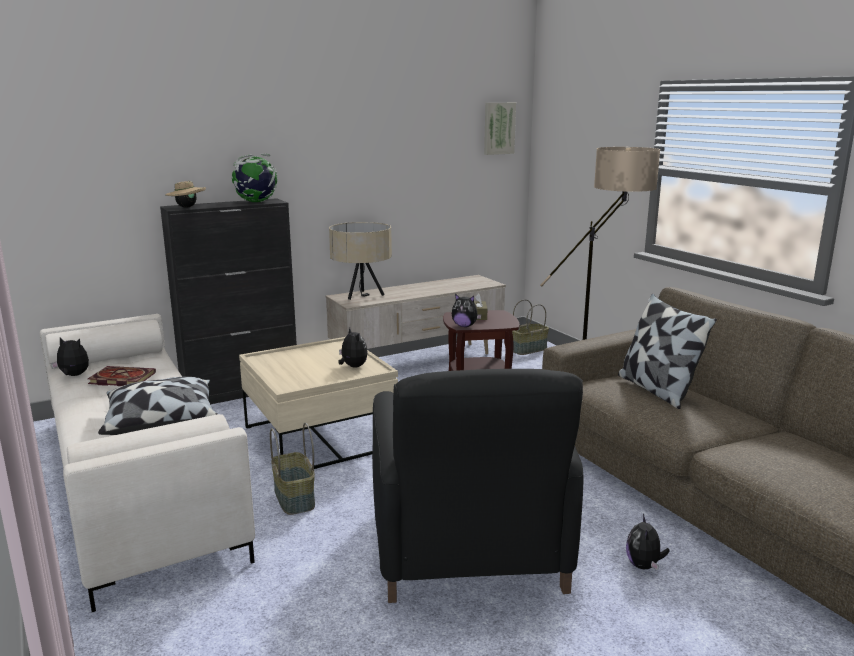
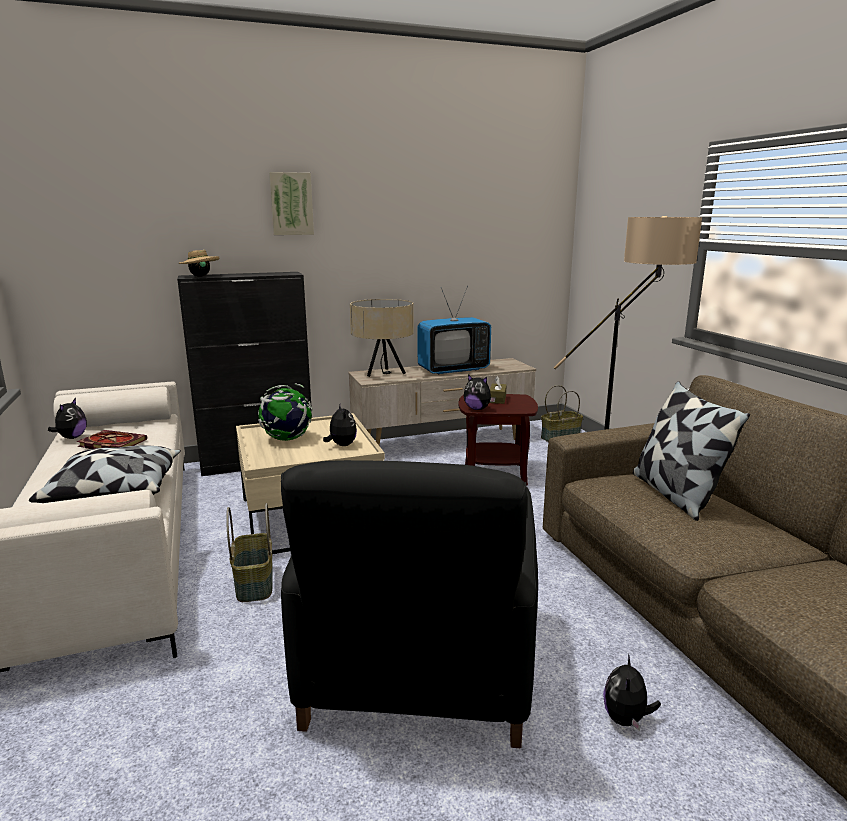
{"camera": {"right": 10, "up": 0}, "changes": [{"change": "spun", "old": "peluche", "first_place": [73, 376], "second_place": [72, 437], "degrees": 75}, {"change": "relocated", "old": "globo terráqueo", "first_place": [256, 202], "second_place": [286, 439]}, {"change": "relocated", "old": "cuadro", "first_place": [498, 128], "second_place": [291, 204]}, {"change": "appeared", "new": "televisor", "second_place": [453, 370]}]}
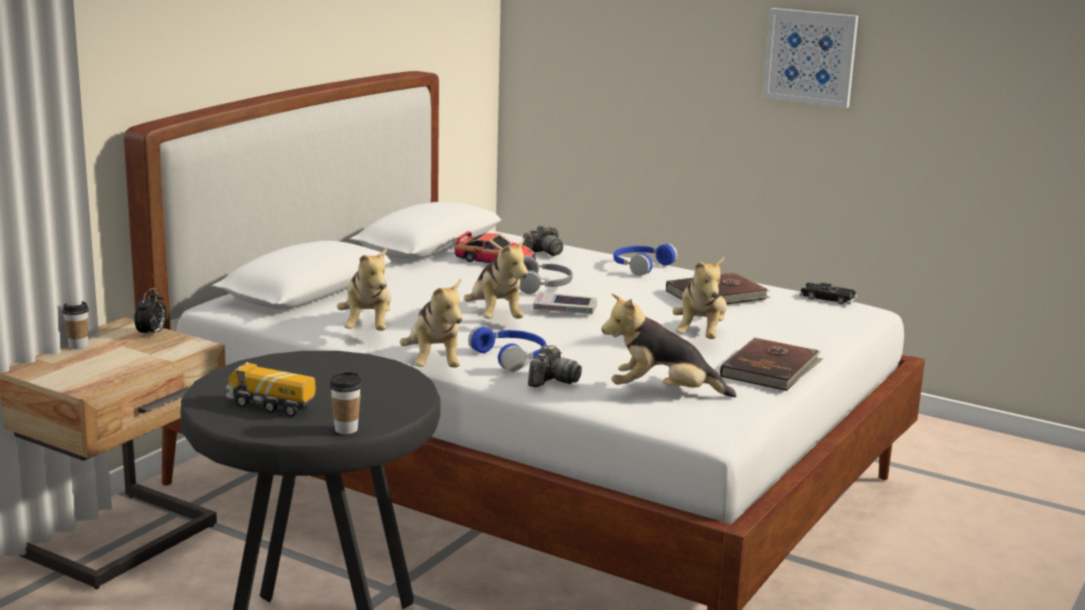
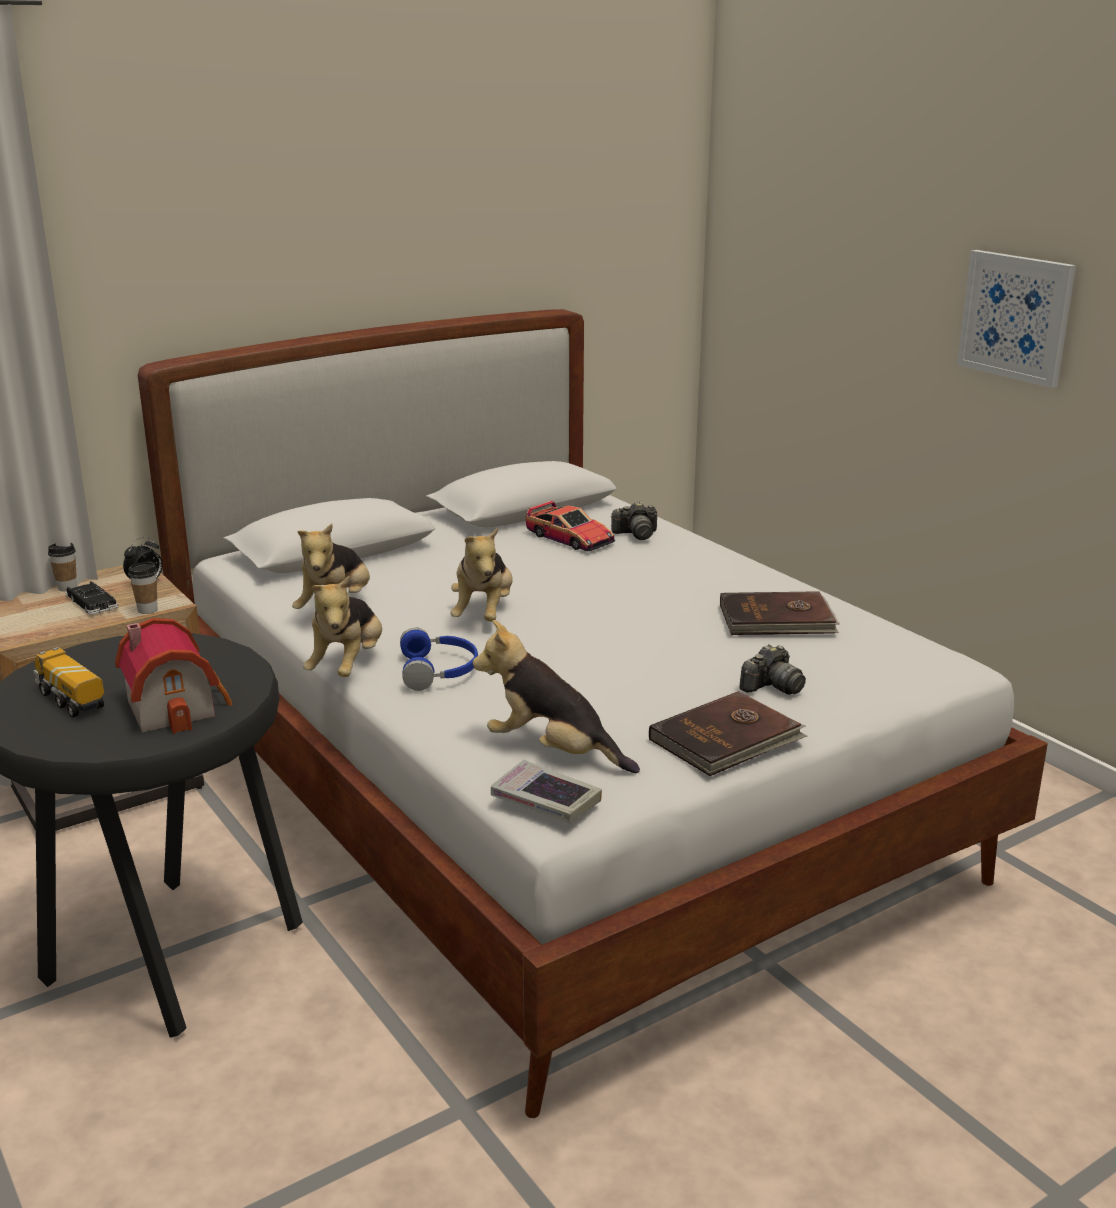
{"camera": {"right": 25, "up": 5}, "changes": [{"change": "relocated", "old": "coche de juguete (negro)", "first_place": [827, 298], "second_place": [92, 604]}, {"change": "appeared", "new": "casita", "second_place": [177, 706]}, {"change": "relocated", "old": "taza", "first_place": [346, 429], "second_place": [147, 610]}, {"change": "relocated", "old": "libro", "first_place": [564, 309], "second_place": [545, 800]}, {"change": "relocated", "old": "cámara", "first_place": [552, 381], "second_place": [772, 687]}, {"change": "missing", "old": "auriculares (gris)", "first_place": [544, 285]}, {"change": "missing", "old": "auriculares (azul)", "first_place": [640, 266]}, {"change": "missing", "old": "peluche", "first_place": [700, 335]}]}
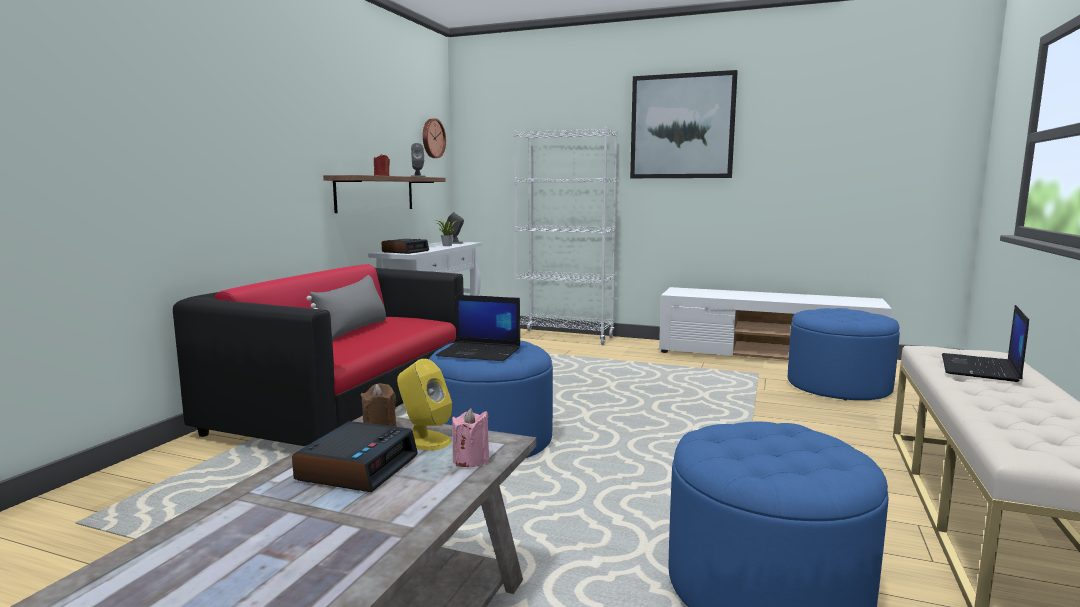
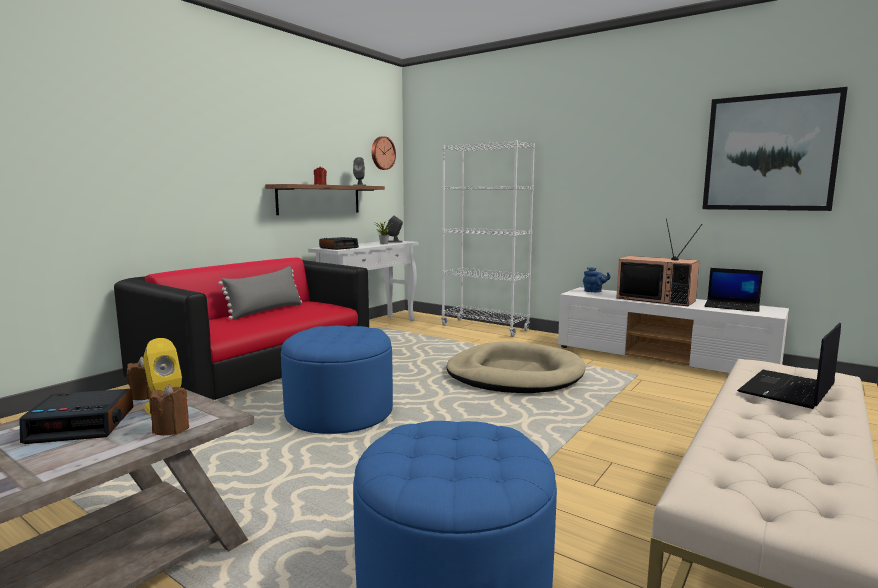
{"camera": {"right": 15, "up": 0}, "changes": [{"change": "spun", "old": "despertador", "first_place": [357, 467], "second_place": [83, 425], "degrees": 45}, {"change": "colour", "old": "vela (rosa)", "new": "vela (marrón)", "first_place": [471, 460], "second_place": [171, 429]}, {"change": "appeared", "new": "cama para perro (beis)", "second_place": [514, 374]}, {"change": "appeared", "new": "tetera (azul)", "second_place": [594, 292]}, {"change": "appeared", "new": "televisor", "second_place": [657, 299]}, {"change": "relocated", "old": "cuadro", "first_place": [682, 126], "second_place": [769, 153]}, {"change": "relocated", "old": "portátil", "first_place": [480, 352], "second_place": [732, 306]}, {"change": "missing", "old": "puf (azul)", "first_place": [838, 386]}]}
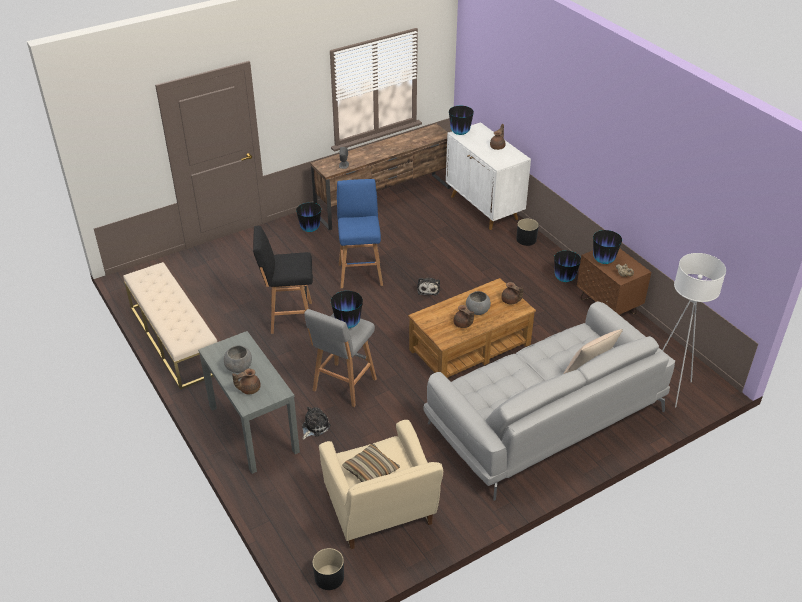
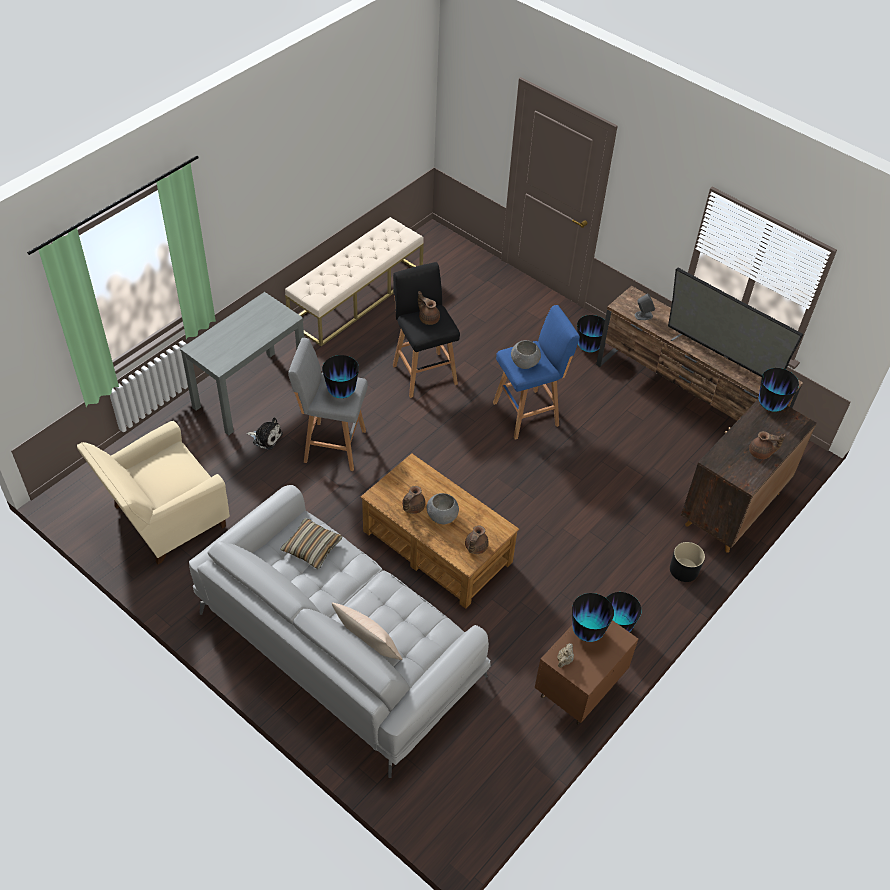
{"camera": {"right": 70, "up": 10}, "changes": [{"change": "relocated", "old": "cojín", "first_place": [370, 470], "second_place": [312, 547]}, {"change": "relocated", "old": "tetera (marrón)", "first_place": [249, 389], "second_place": [428, 318]}, {"change": "relocated", "old": "cuenco (gris)", "first_place": [239, 368], "second_place": [524, 363]}, {"change": "appeared", "new": "televisor", "second_place": [721, 357]}, {"change": "colour", "old": "armario (blanco)", "new": "armario (marrón)", "first_place": [484, 208], "second_place": [732, 509]}, {"change": "missing", "old": "maceta (negro)", "first_place": [329, 577]}, {"change": "missing", "old": "peluche", "first_place": [428, 289]}, {"change": "missing", "old": "lámpara de pie (blanco)", "first_place": [670, 388]}]}
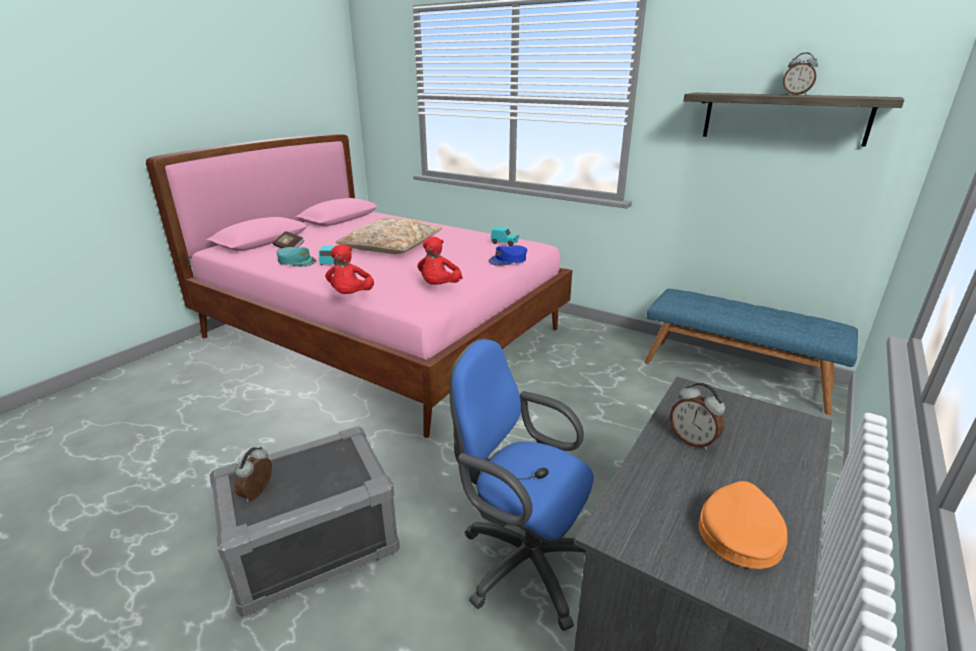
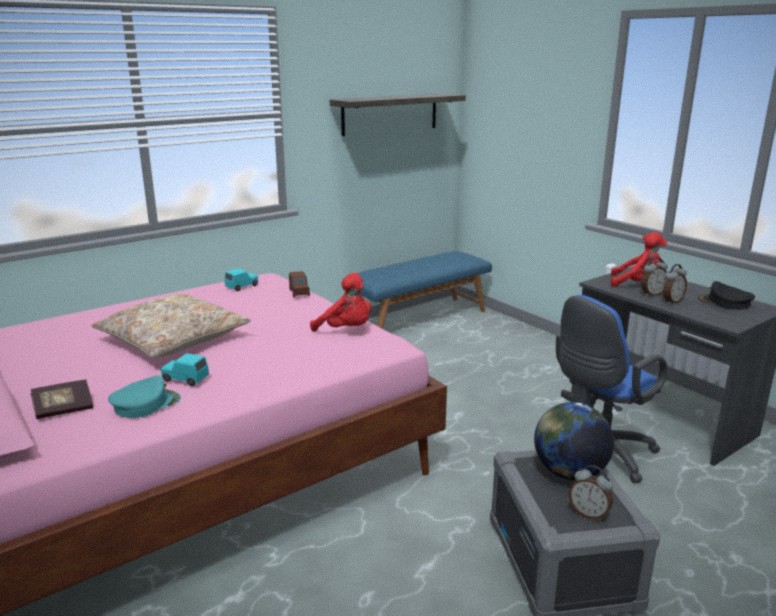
{"camera": {"right": -70, "up": -5}, "changes": [{"change": "exchanged", "old": "gorra (azul)", "new": "coche de juguete (marrón)", "first_place": [508, 260], "second_place": [299, 293]}, {"change": "appeared", "new": "globo terráqueo", "second_place": [569, 472]}, {"change": "relocated", "old": "peluche (rojo)", "first_place": [351, 296], "second_place": [637, 284]}, {"change": "relocated", "old": "despertador", "first_place": [795, 94], "second_place": [671, 301]}, {"change": "colour", "old": "gorra (naranja)", "new": "gorra (negro)", "first_place": [738, 530], "second_place": [724, 302]}]}
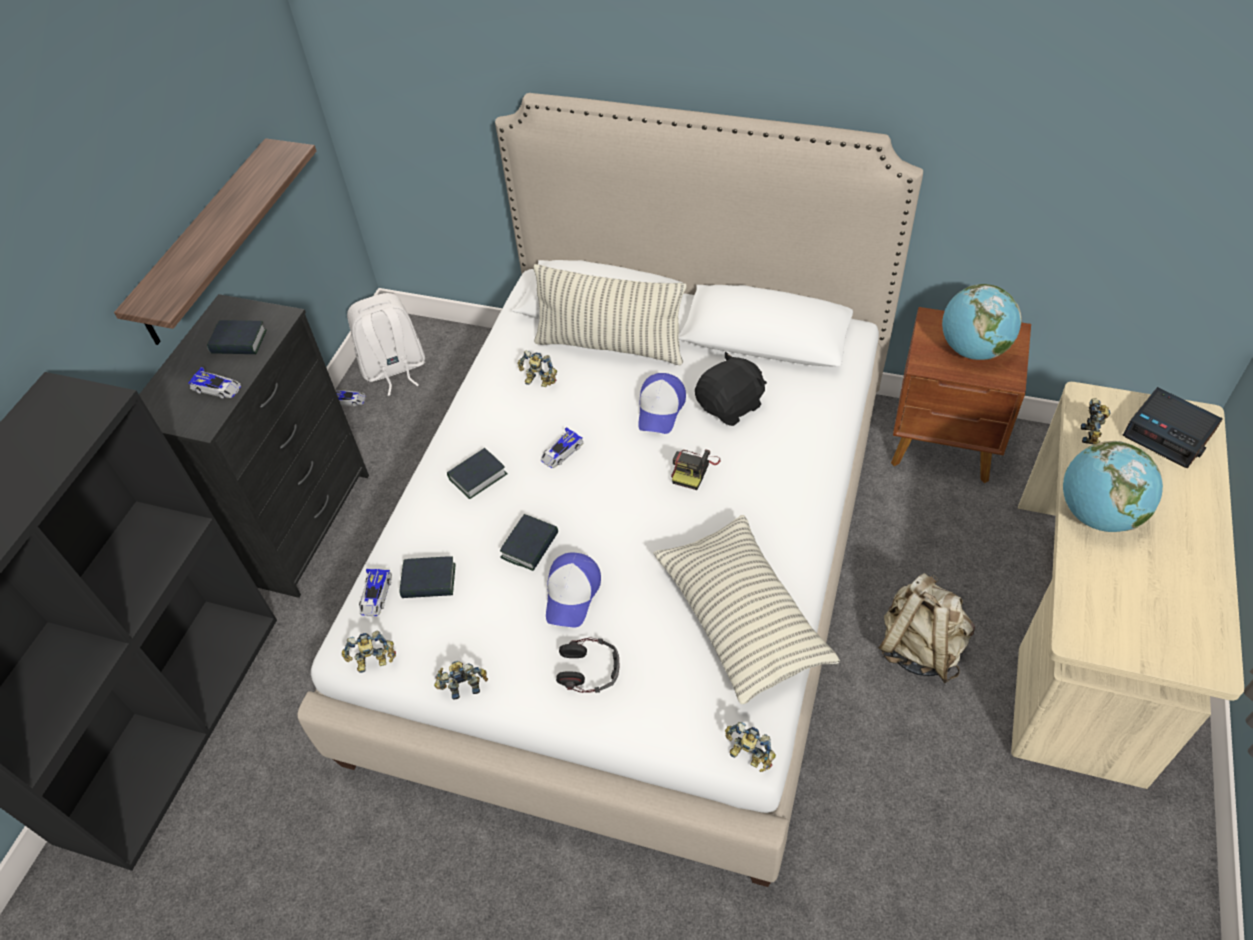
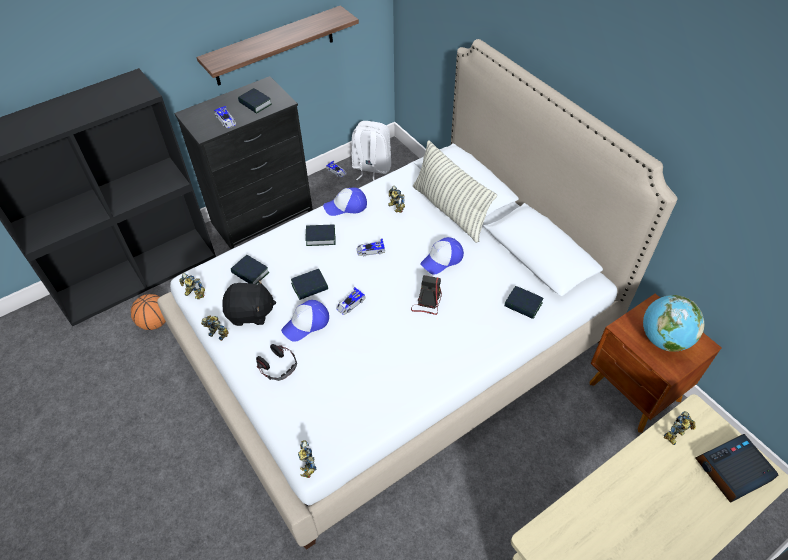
{"camera": {"right": 35, "up": 0}, "changes": [{"change": "appeared", "new": "balón de baloncesto", "second_place": [155, 322]}, {"change": "relocated", "old": "peluche (negro)", "first_place": [730, 406], "second_place": [250, 313]}, {"change": "appeared", "new": "gorra", "second_place": [346, 206]}, {"change": "relocated", "old": "coche de juguete", "first_place": [375, 595], "second_place": [350, 303]}, {"change": "spun", "old": "cámara", "first_place": [694, 469], "second_place": [427, 302], "degrees": 135}, {"change": "appeared", "new": "libro", "second_place": [523, 305]}, {"change": "spun", "old": "despertador", "first_place": [1169, 434], "second_place": [732, 471], "degrees": 75}, {"change": "missing", "old": "cojín", "first_place": [741, 619]}, {"change": "missing", "old": "mochila (beis)", "first_place": [919, 647]}, {"change": "missing", "old": "globo terráqueo", "first_place": [1097, 514]}]}
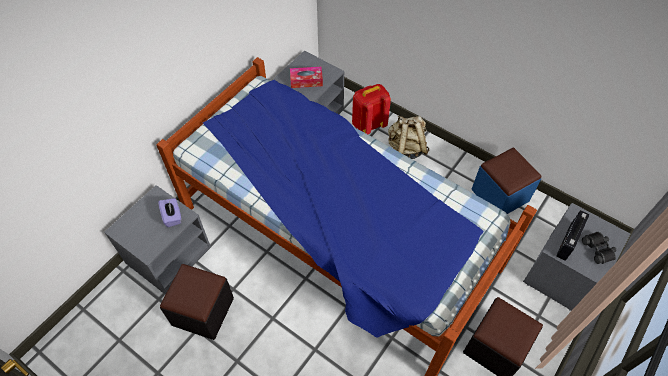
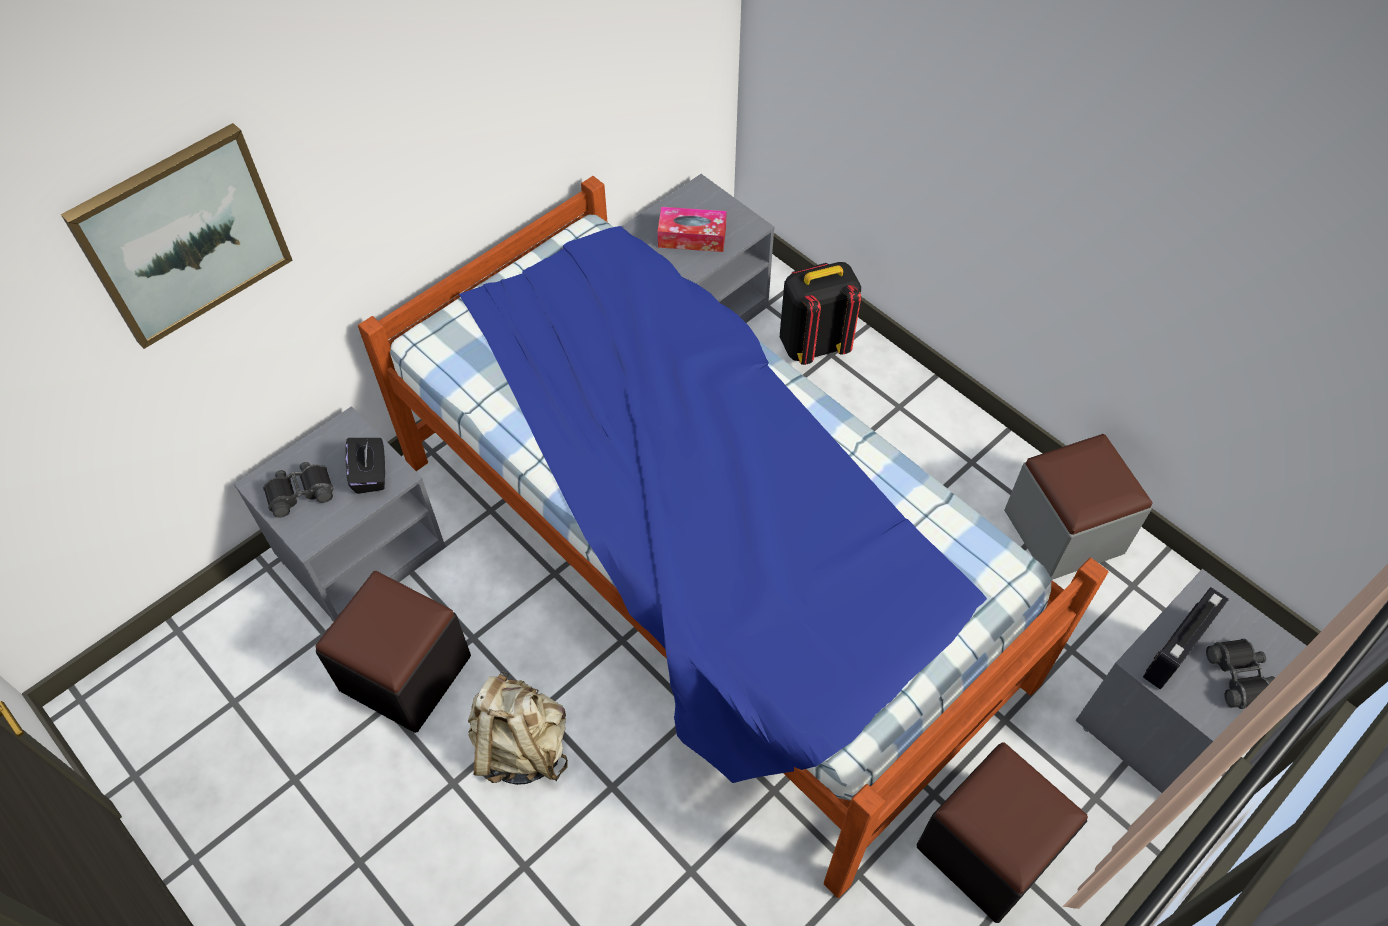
{"camera": {"right": 10, "up": 0}, "changes": [{"change": "appeared", "new": "cuadro", "second_place": [183, 235]}, {"change": "appeared", "new": "prismáticos (negro)", "second_place": [300, 492]}, {"change": "colour", "old": "caja de pañuelos (morado)", "new": "caja de pañuelos (negro)", "first_place": [172, 217], "second_place": [371, 474]}, {"change": "relocated", "old": "mochila (beis)", "first_place": [406, 149], "second_place": [521, 747]}, {"change": "colour", "old": "mochila (rojo)", "new": "mochila (negro)", "first_place": [368, 124], "second_place": [813, 344]}, {"change": "colour", "old": "puf (azul)", "new": "puf (gris)", "first_place": [500, 195], "second_place": [1063, 531]}]}
